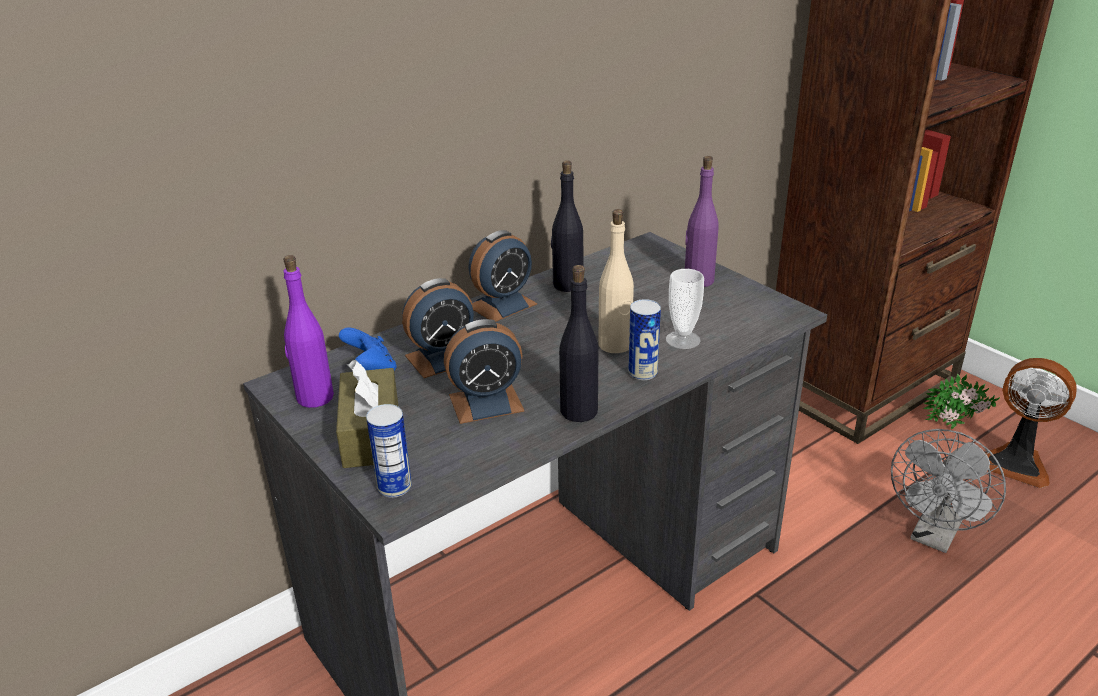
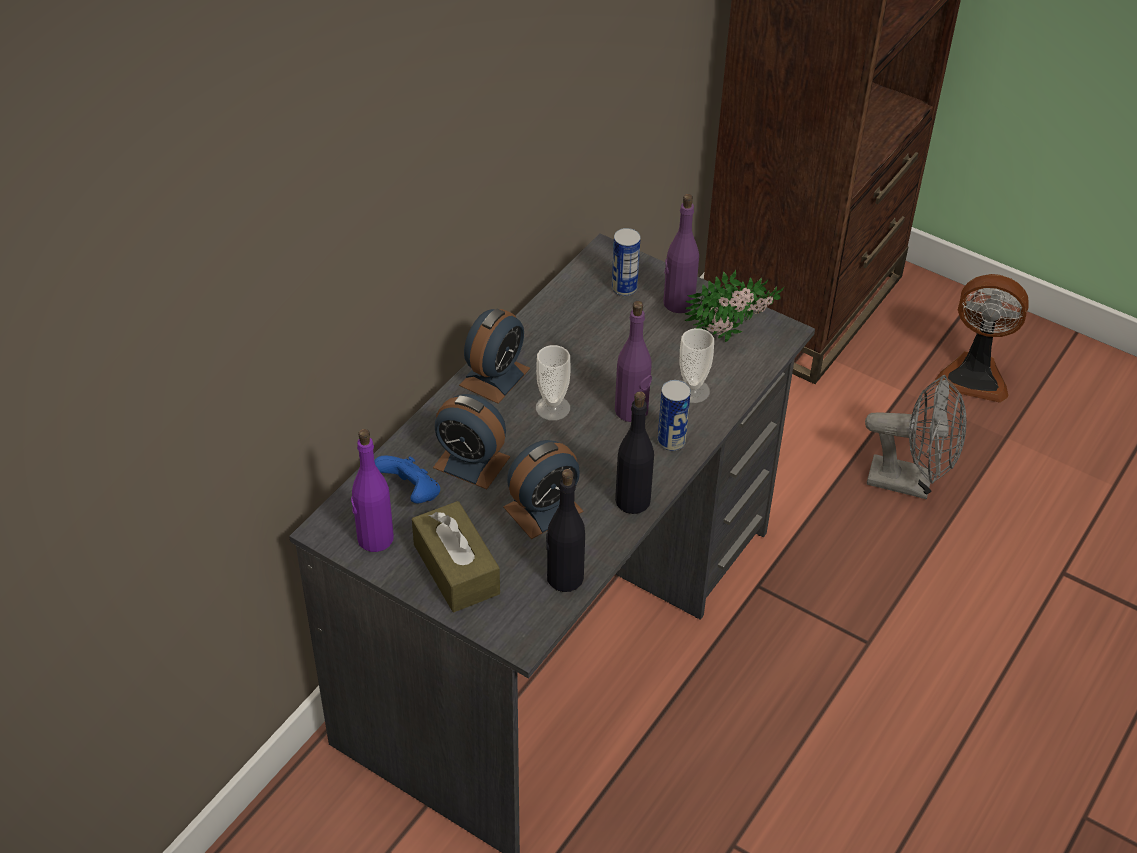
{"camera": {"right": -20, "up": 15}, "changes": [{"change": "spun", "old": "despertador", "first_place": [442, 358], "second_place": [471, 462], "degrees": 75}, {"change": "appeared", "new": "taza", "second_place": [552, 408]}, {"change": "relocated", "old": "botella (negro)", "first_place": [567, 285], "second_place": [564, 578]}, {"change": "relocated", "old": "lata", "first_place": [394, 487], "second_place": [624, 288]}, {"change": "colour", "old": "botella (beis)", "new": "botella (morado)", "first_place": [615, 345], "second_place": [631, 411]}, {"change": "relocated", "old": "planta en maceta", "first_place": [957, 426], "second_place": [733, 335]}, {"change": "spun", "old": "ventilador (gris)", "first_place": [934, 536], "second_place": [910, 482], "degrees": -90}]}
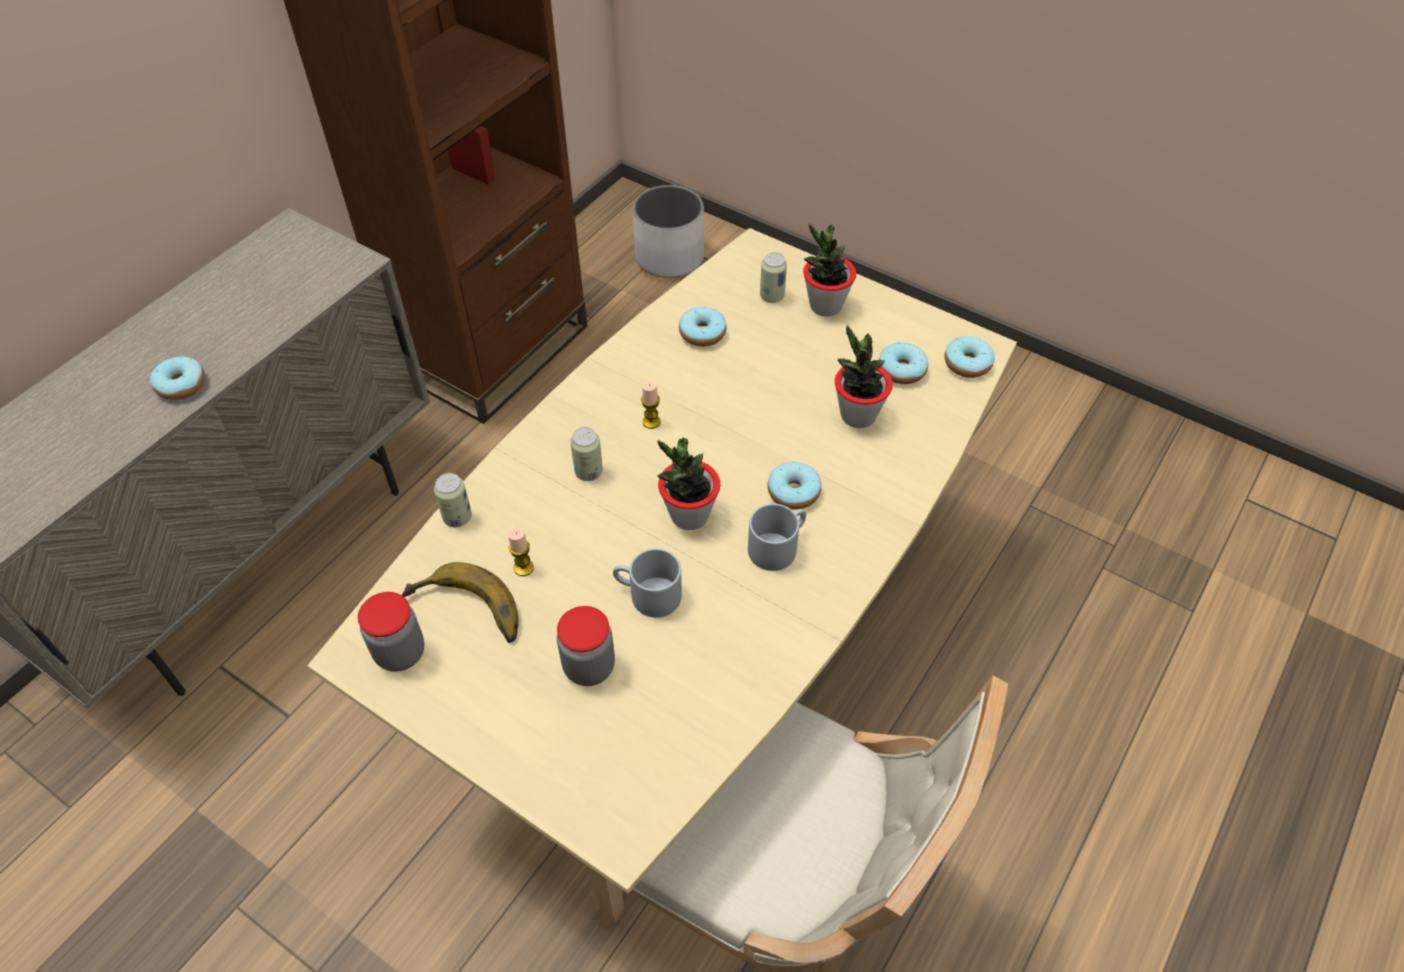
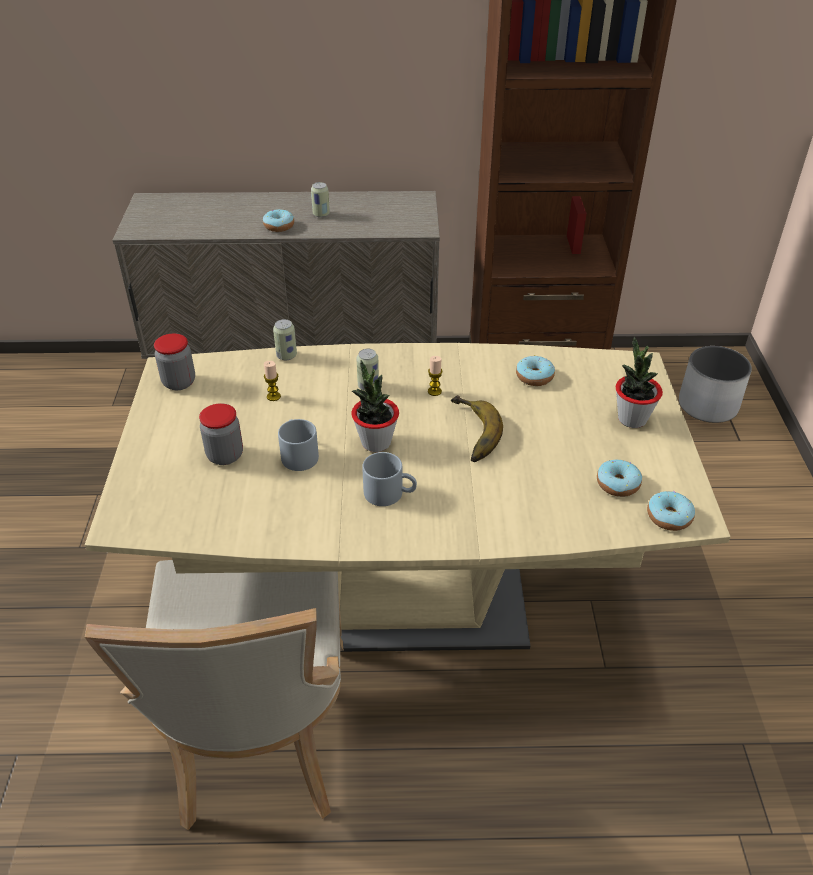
{"camera": {"right": 55, "up": -10}, "changes": [{"change": "relocated", "old": "lata", "first_place": [772, 296], "second_place": [321, 214]}, {"change": "relocated", "old": "plátano", "first_place": [465, 614], "second_place": [469, 433]}, {"change": "missing", "old": "rosquilla", "first_place": [793, 492]}, {"change": "missing", "old": "planta en maceta", "first_place": [857, 415]}]}
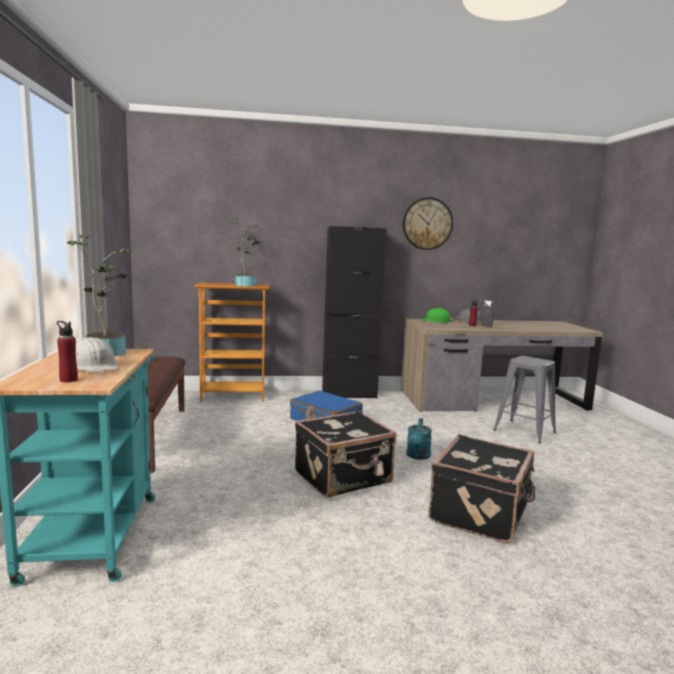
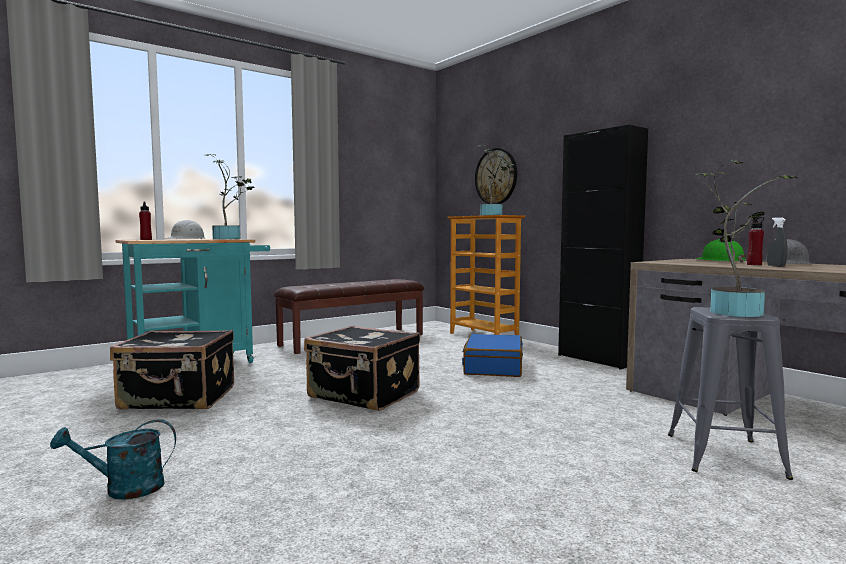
{"camera": {"right": 60, "up": -5}, "changes": [{"change": "relocated", "old": "regadera (turquesa)", "first_place": [418, 456], "second_place": [124, 489]}, {"change": "relocated", "old": "maleta (negro)", "first_place": [481, 514], "second_place": [179, 399]}, {"change": "relocated", "old": "reloj de pared", "first_place": [427, 223], "second_place": [496, 176]}, {"change": "appeared", "new": "planta en maceta", "second_place": [734, 312]}]}
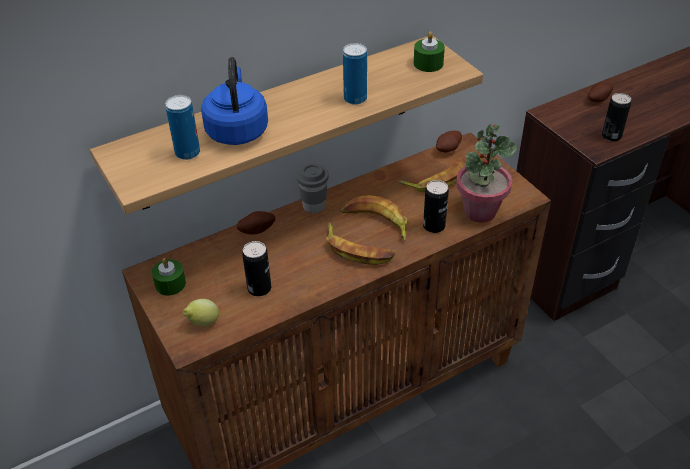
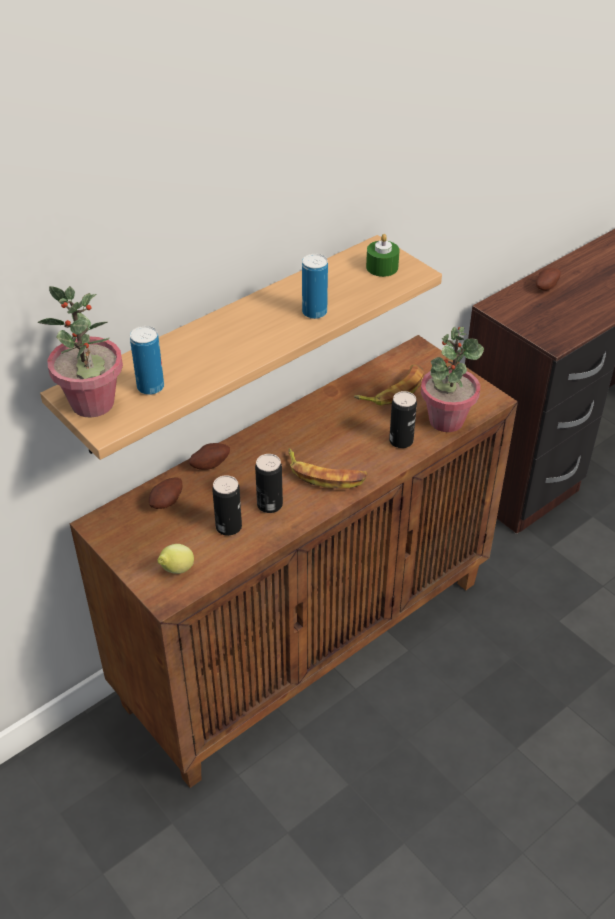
{"camera": {"right": -10, "up": 0}, "changes": [{"change": "appeared", "new": "planta en maceta", "second_place": [93, 403]}, {"change": "relocated", "old": "patata", "first_place": [449, 149], "second_place": [168, 502]}, {"change": "relocated", "old": "lata", "first_place": [611, 136], "second_place": [269, 505]}, {"change": "missing", "old": "vela (verde)", "first_place": [170, 284]}, {"change": "missing", "old": "hervidor (azul)", "first_place": [237, 130]}, {"change": "missing", "old": "taza (gris)", "first_place": [314, 206]}, {"change": "missing", "old": "plátano", "first_place": [376, 222]}]}
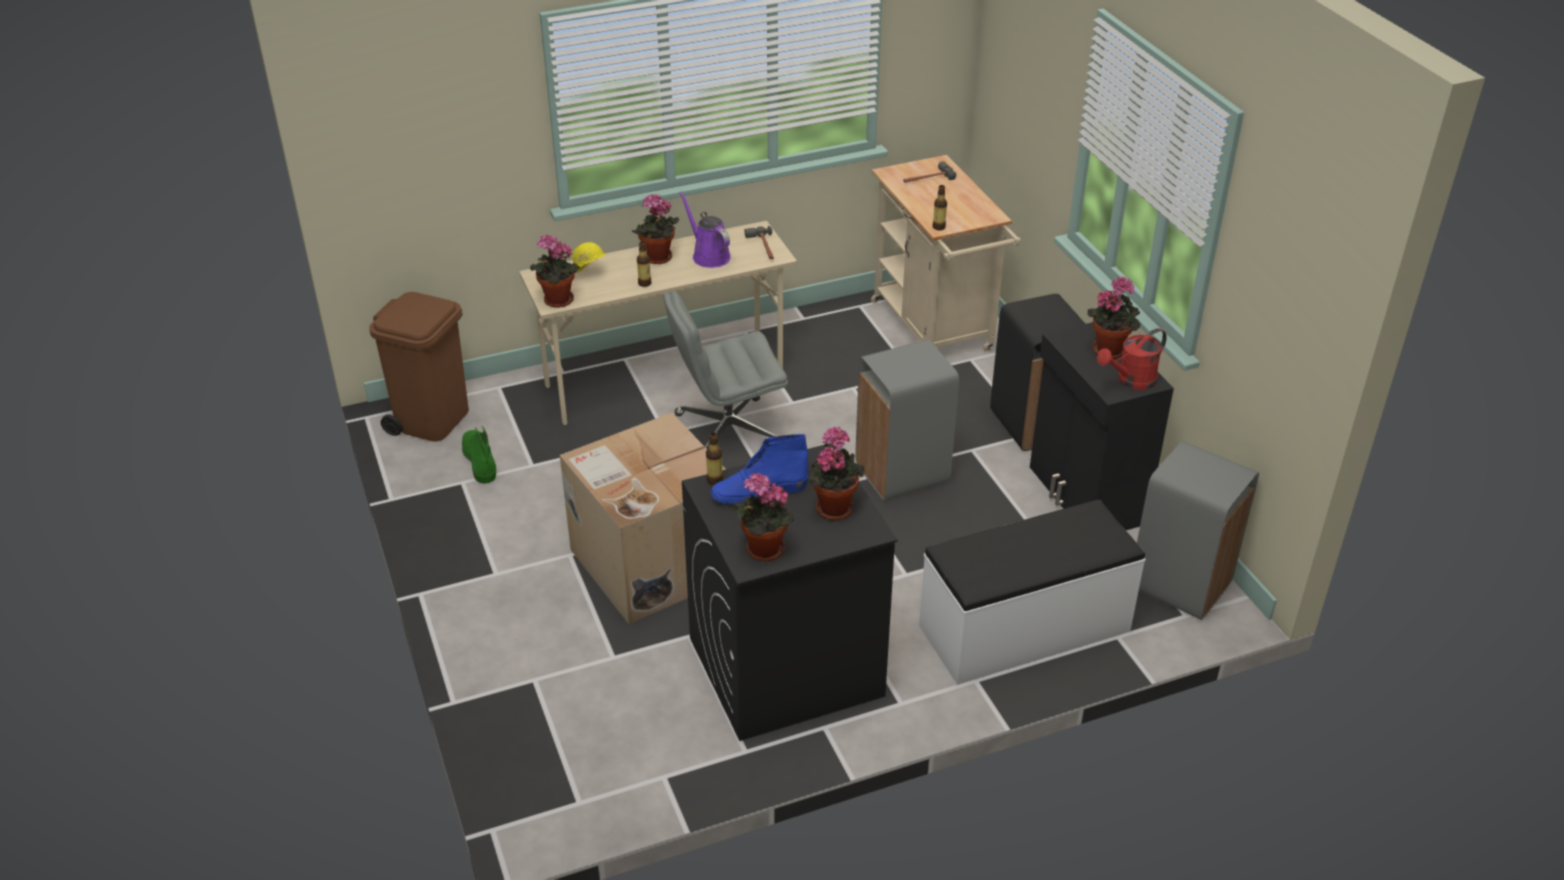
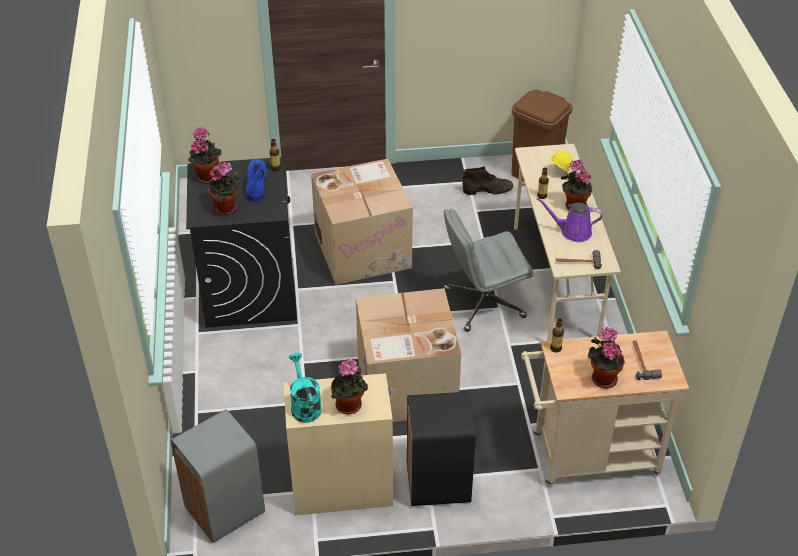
{"camera": {"right": 105, "up": 5}, "changes": [{"change": "colour", "old": "armario (negro)", "new": "armario (beis)", "first_place": [1085, 496], "second_place": [341, 487]}, {"change": "colour", "old": "regadera (rojo)", "new": "regadera (turquesa)", "first_place": [1131, 381], "second_place": [304, 405]}, {"change": "exchanged", "old": "papelera (gris)", "new": "caja de cartón", "first_place": [903, 473], "second_place": [405, 387]}, {"change": "spun", "old": "silla de oficina (gris)", "first_place": [727, 432], "second_place": [483, 304], "degrees": -105}, {"change": "colour", "old": "bota (verde)", "new": "bota (marrón)", "first_place": [479, 460], "second_place": [488, 190]}, {"change": "spun", "old": "regadera (morado)", "first_place": [708, 255], "second_place": [572, 232], "degrees": -150}, {"change": "relocated", "old": "planta en maceta", "first_place": [556, 301], "second_place": [602, 378]}, {"change": "missing", "old": "banco (blanco)", "first_place": [1025, 629]}]}
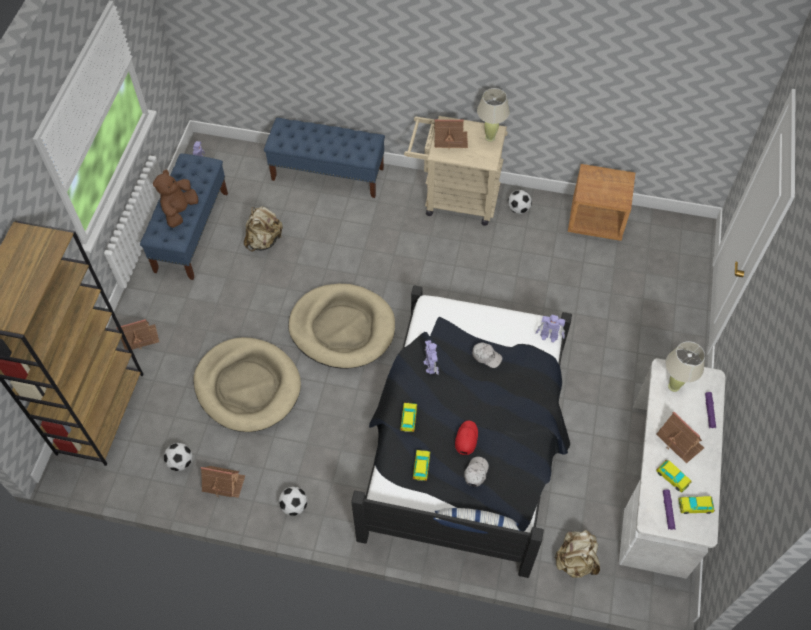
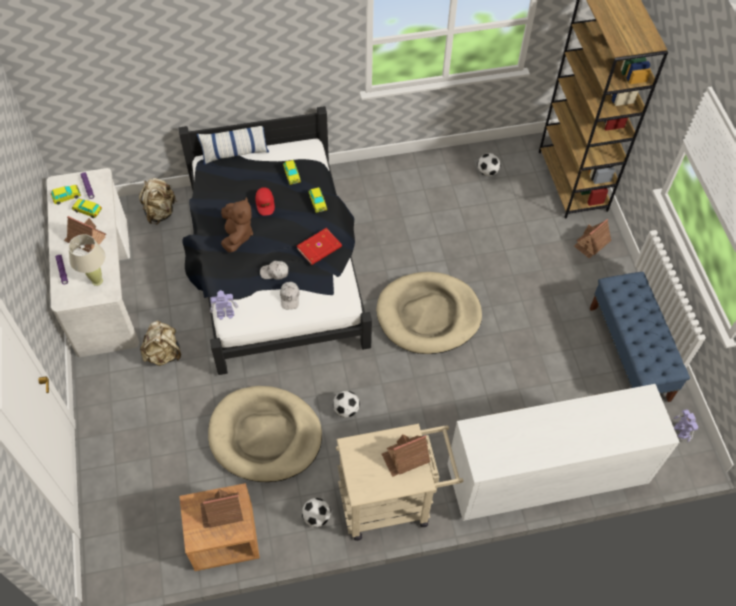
{"camera": {"right": 155, "up": 0}, "changes": [{"change": "relocated", "old": "mochila (beis)", "first_place": [264, 240], "second_place": [163, 353]}, {"change": "relocated", "old": "casita", "first_place": [223, 483], "second_place": [222, 511]}, {"change": "relocated", "old": "cama para perro (beis)", "first_place": [247, 386], "second_place": [265, 436]}, {"change": "relocated", "old": "peluche (marrón)", "first_place": [179, 211], "second_place": [237, 235]}, {"change": "relocated", "old": "gorra (blanco)", "first_place": [476, 473], "second_place": [290, 297]}, {"change": "exchanged", "old": "robot de juguete", "new": "libro (rojo)", "first_place": [430, 365], "second_place": [320, 248]}, {"change": "relocated", "old": "balón de fútbol", "first_place": [294, 506], "second_place": [346, 409]}, {"change": "exchanged", "old": "banco (azul)", "new": "cómoda (blanco)", "first_place": [328, 174], "second_place": [544, 476]}, {"change": "missing", "old": "lámpara de mesa (beis)", "first_place": [490, 137]}]}
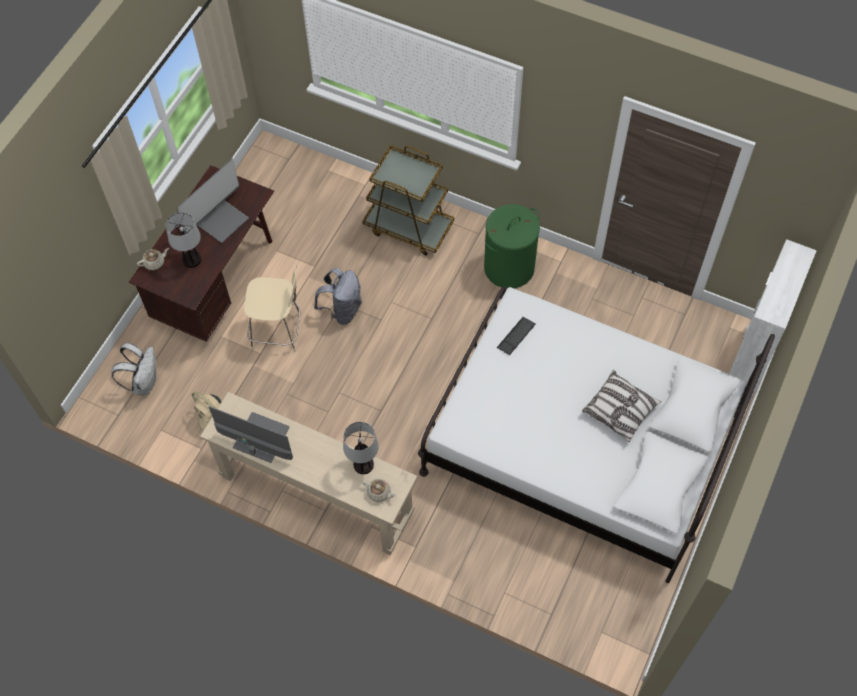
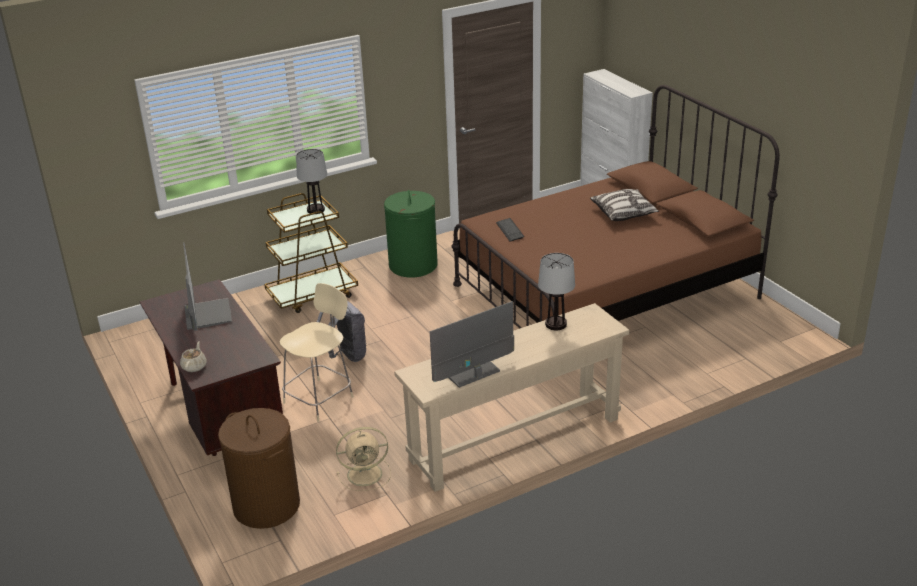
{"camera": {"right": -55, "up": -30}, "changes": [{"change": "exchanged", "old": "mochila (blanco)", "new": "cesto de la ropa (marrón)", "first_place": [144, 383], "second_place": [266, 506]}, {"change": "relocated", "old": "lámpara de mesa", "first_place": [191, 260], "second_place": [316, 210]}, {"change": "colour", "old": "cama (blanco)", "new": "cama (marrón)", "first_place": [581, 444], "second_place": [606, 291]}, {"change": "missing", "old": "tetera (beis)", "first_place": [379, 493]}]}
